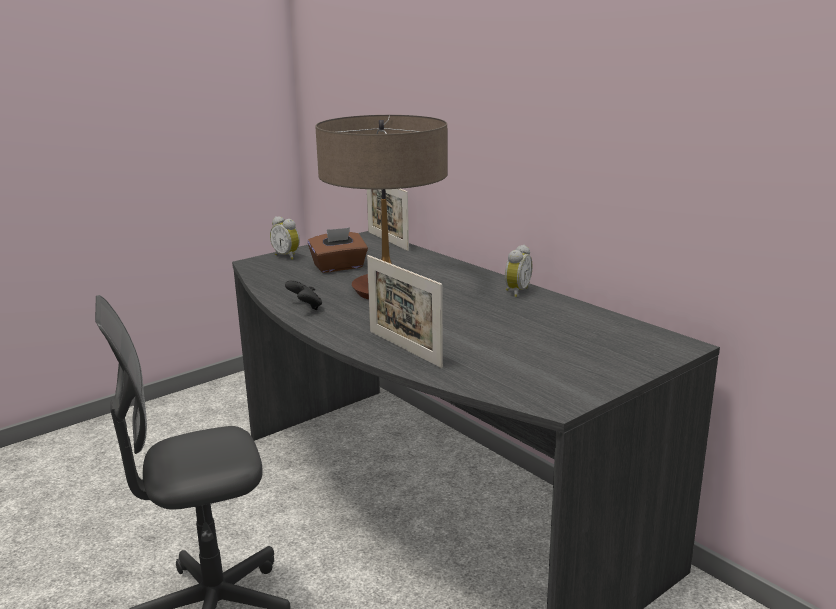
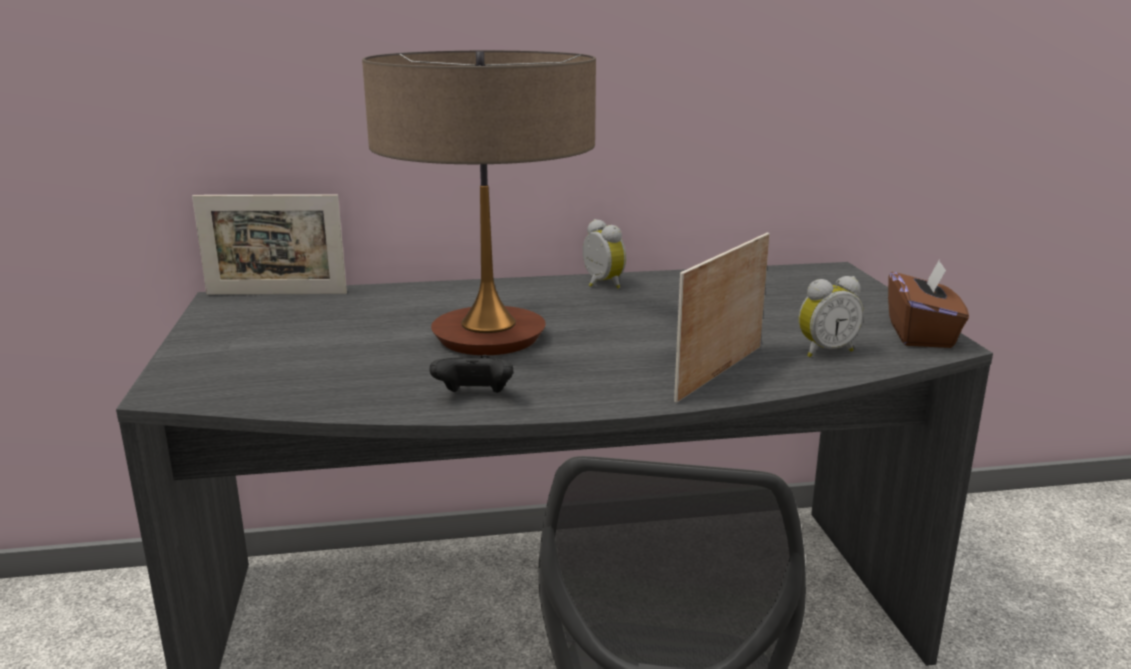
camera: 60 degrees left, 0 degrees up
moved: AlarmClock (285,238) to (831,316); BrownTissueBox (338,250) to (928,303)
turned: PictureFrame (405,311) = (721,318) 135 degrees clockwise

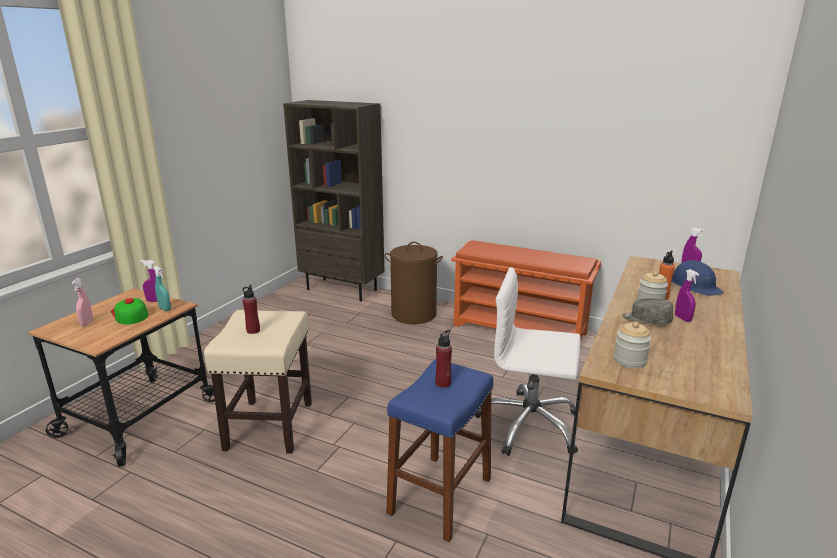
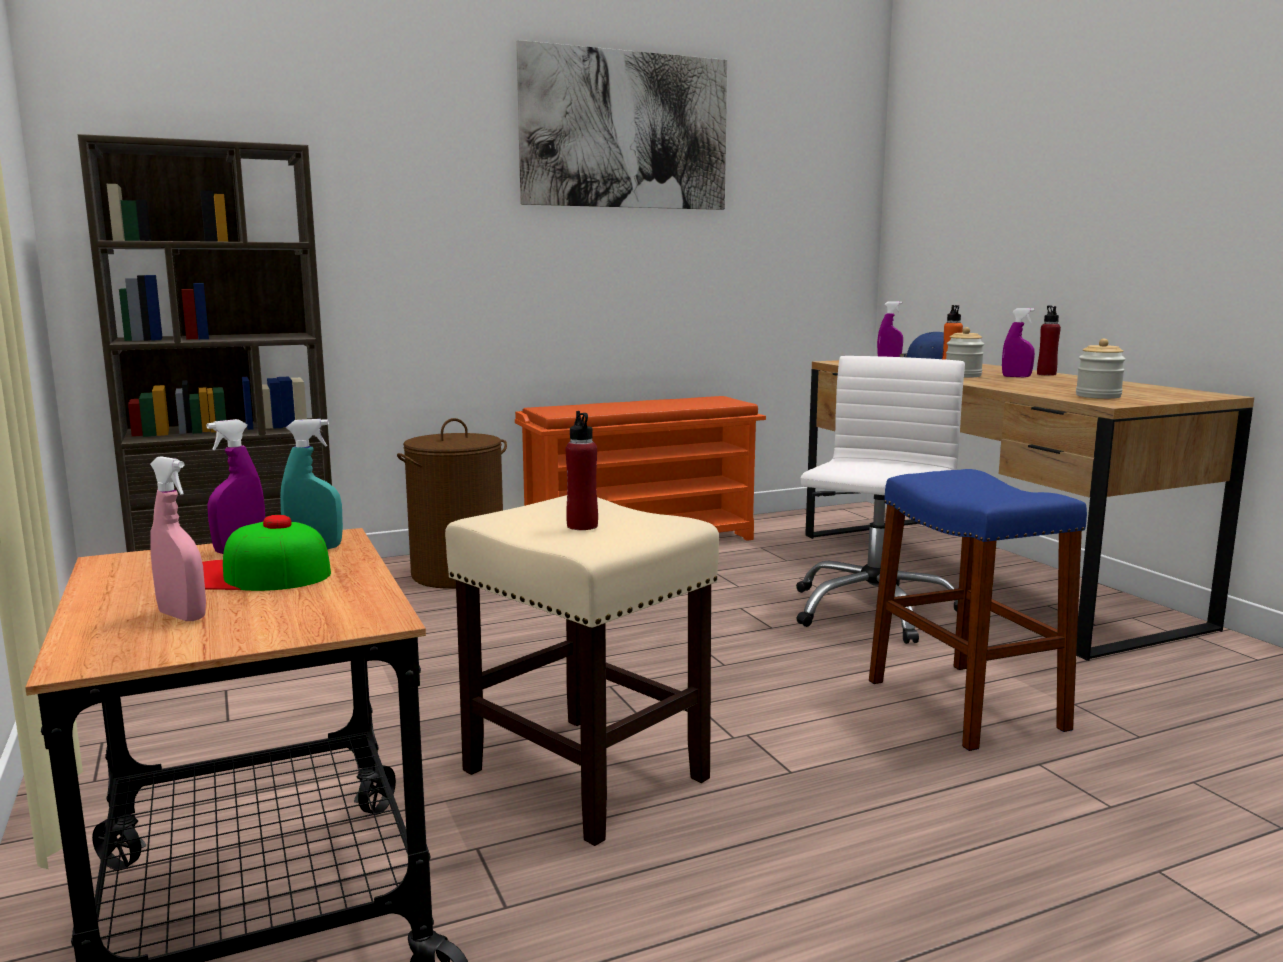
camera: 50 degrees left, 10 degrees down
removed: GreyCap (647,311)
added: Picture (621,125)
moved: RedBottle (443,359) to (1049,341)
turned: WhiteOfficeChair (527,361) = (880,500) 150 degrees clockwise

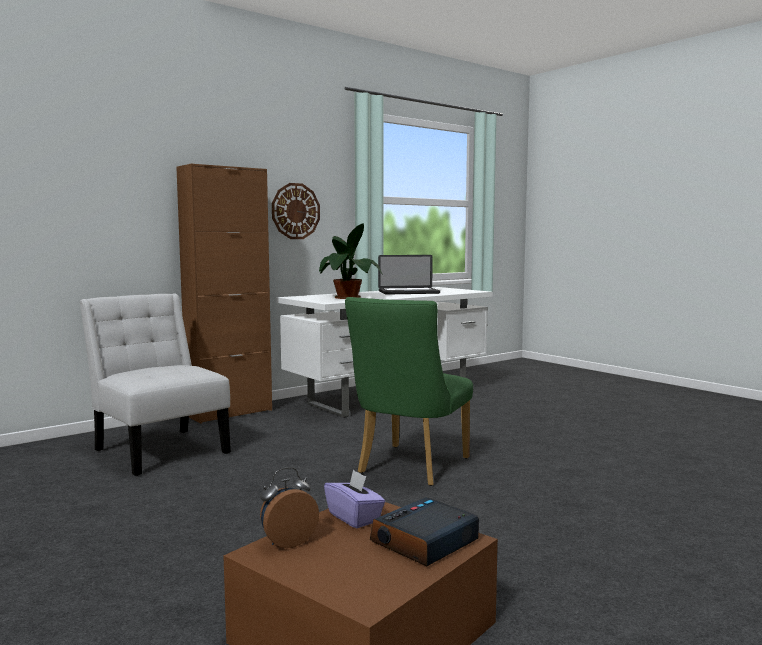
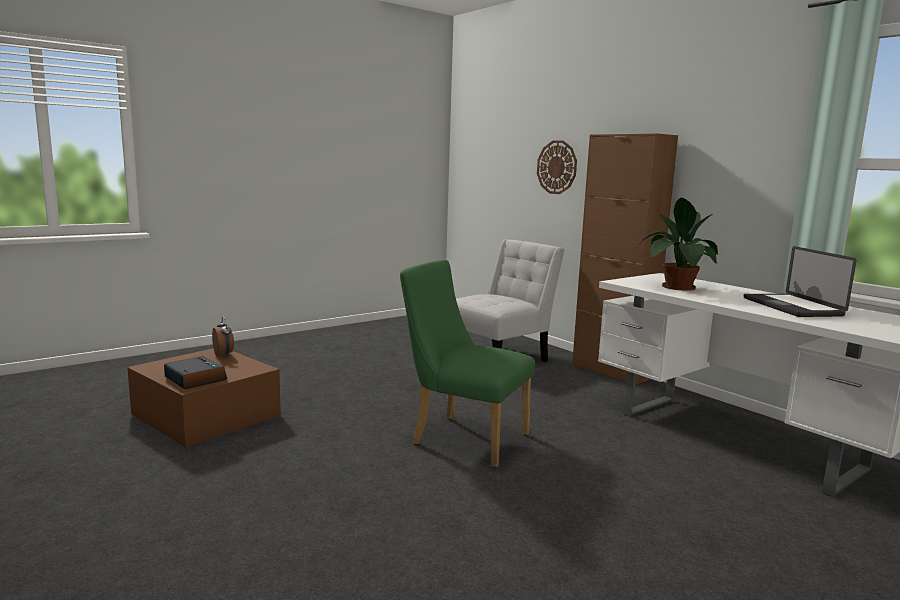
camera: 90 degrees right, 5 degrees up
removed: PurpleTissueBox (355,498)
moved: WallClock (296,211) to (557,167)

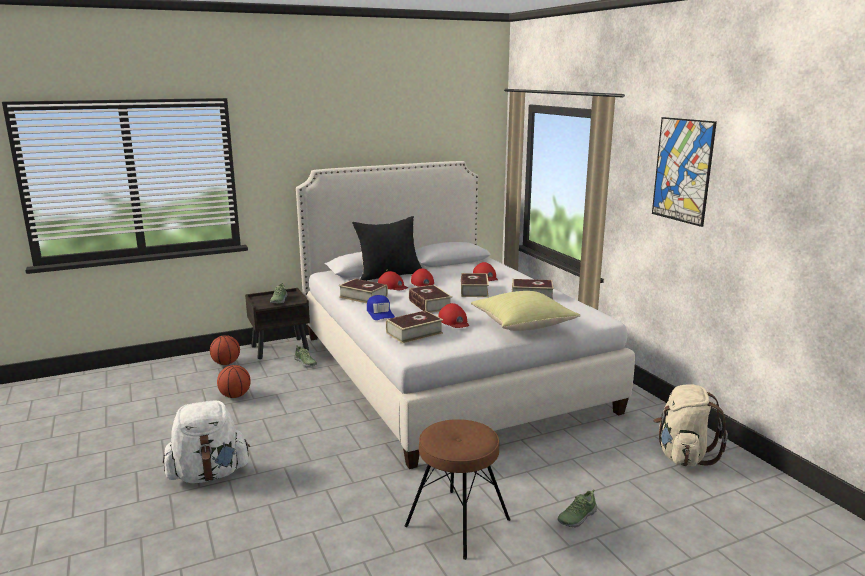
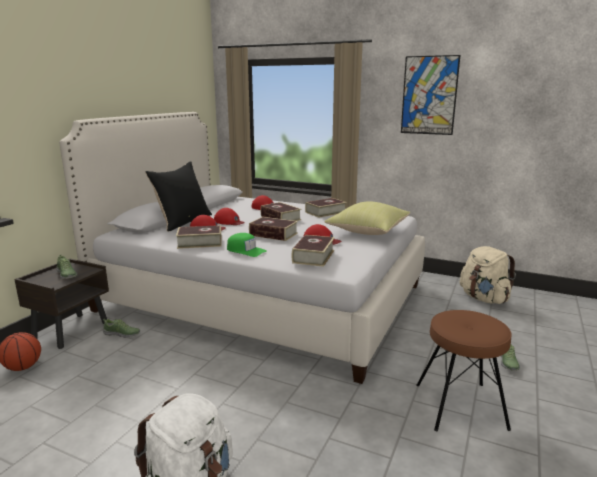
camera: 40 degrees left, 0 degrees up
removed: Basketball (234,381)
recoloured: BlueCap (381,307) to GreenCap (247,245)

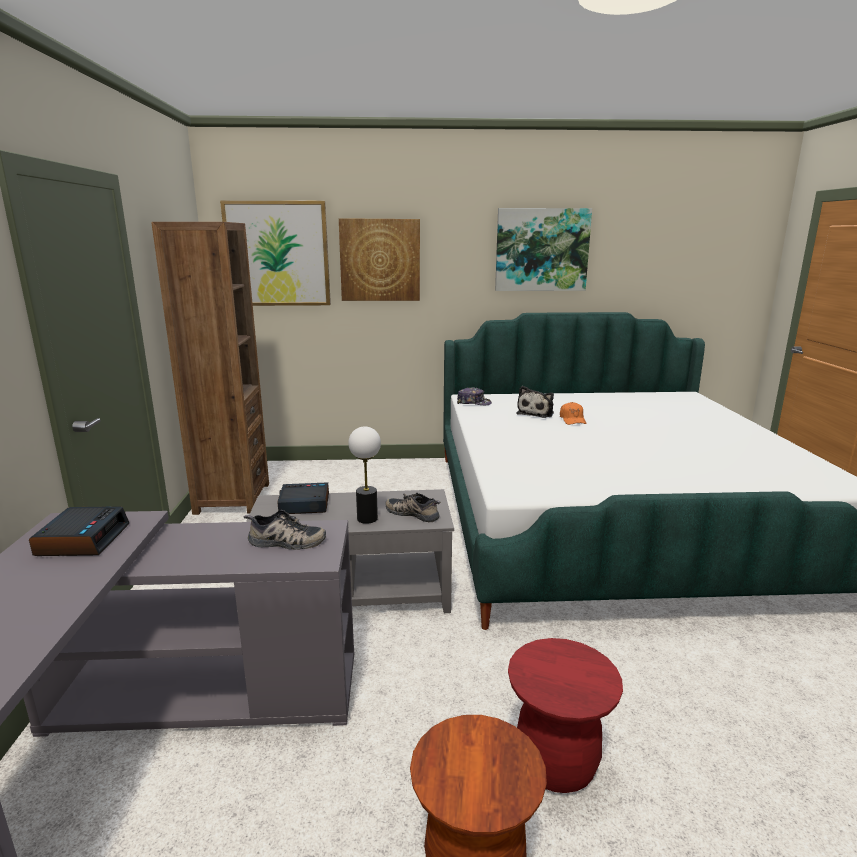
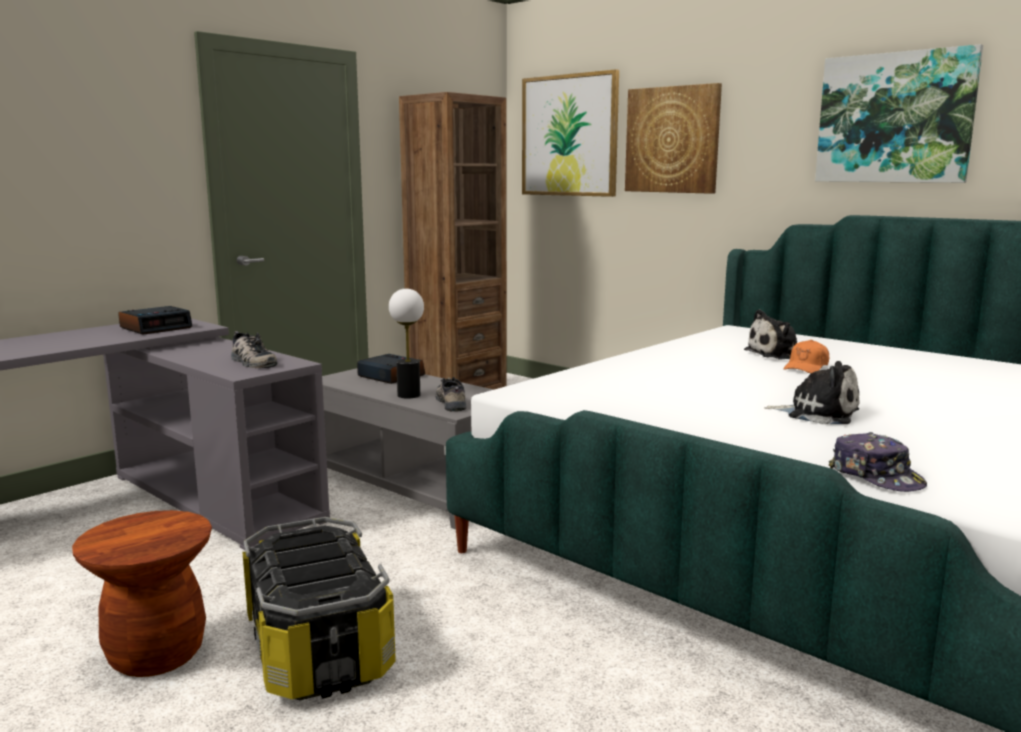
camera: 45 degrees right, 5 degrees down
added: PlushToy (811,392)
moved: Cap (474,396) to (877,462)
replaced: RedStool (565,715) to StorageBox (319,608)

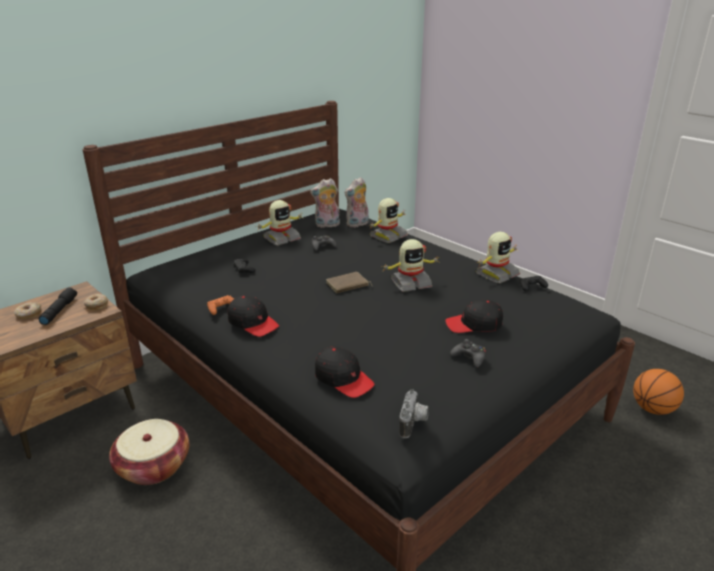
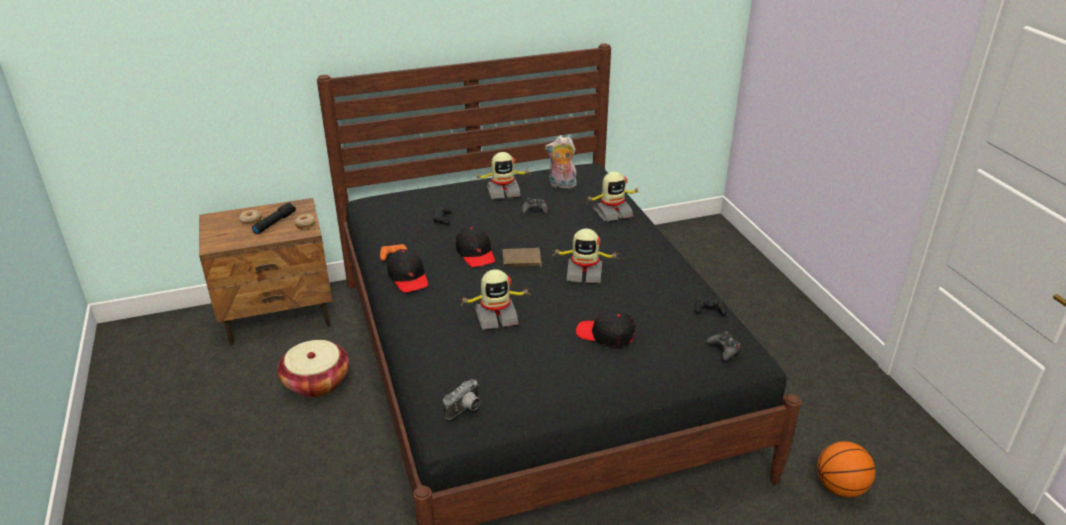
camera: 25 degrees right, 5 degrees up
removed: PlushToy (356,202)
moved: ToyRobot (498,257) to (494,299); BlackGameController (468,353) to (723,346); BlackCap (345,372) to (475,246)

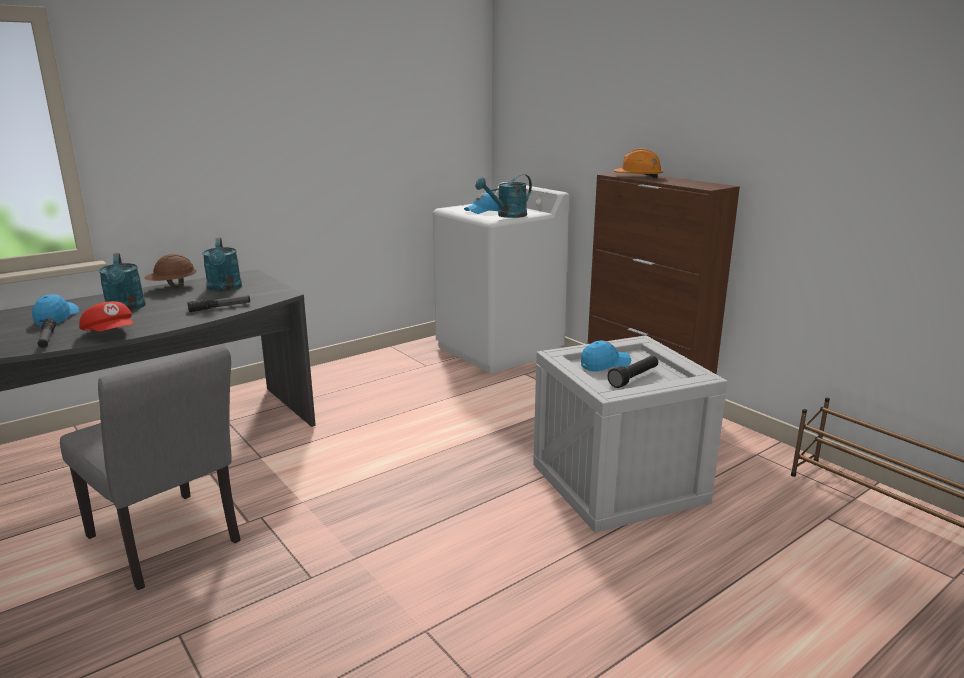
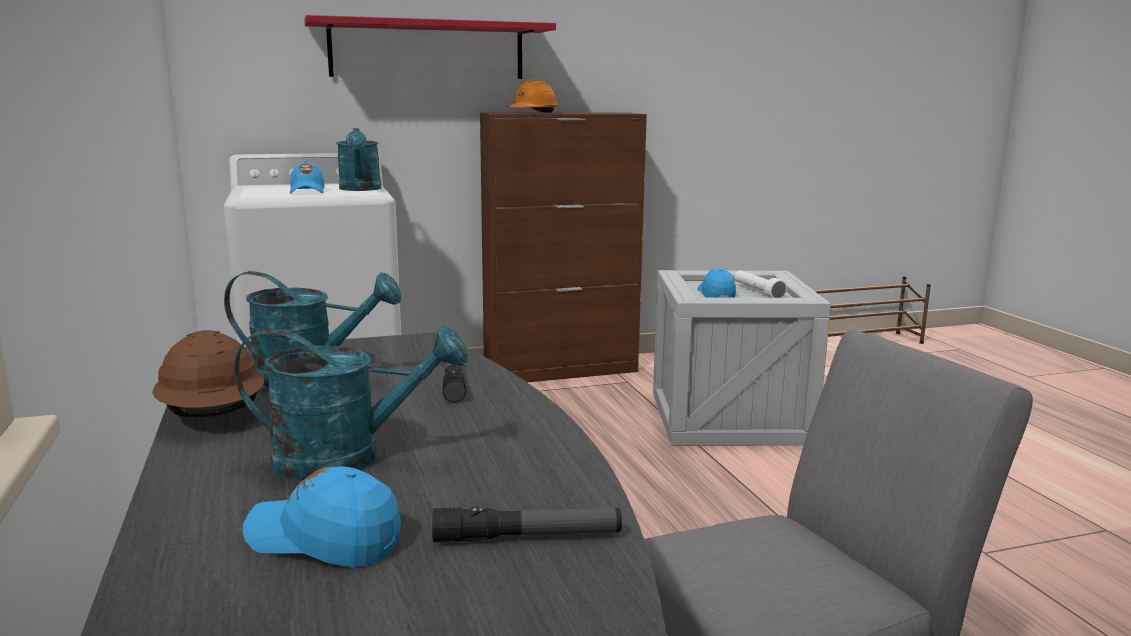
camera: 70 degrees left, 5 degrees down
removed: RedCap (106,316)
added: RedShelf (430,47)
recoloured: BlackFlashlight (632,371) to WhiteFlashlight (760,284)

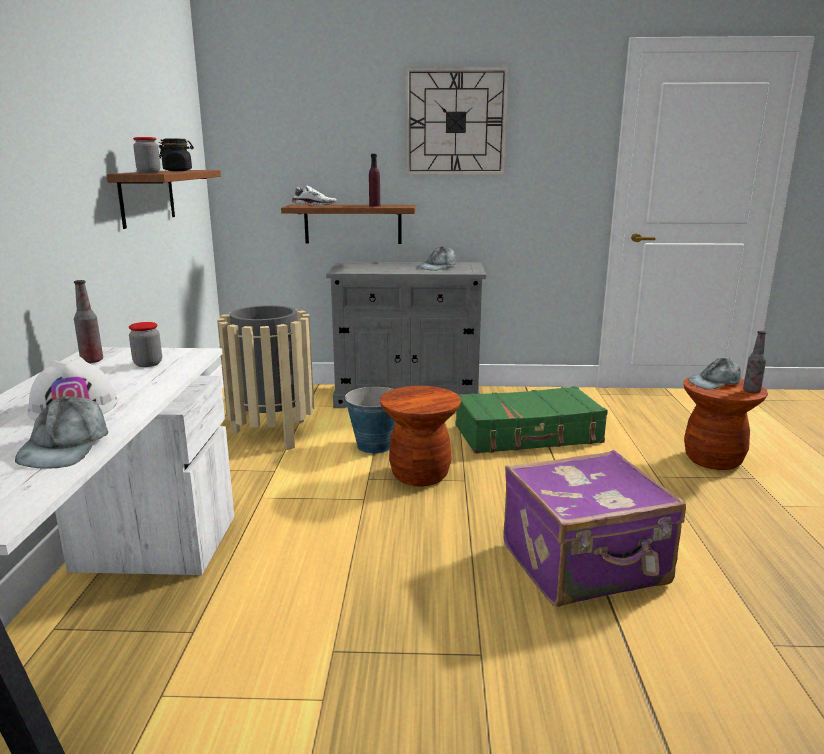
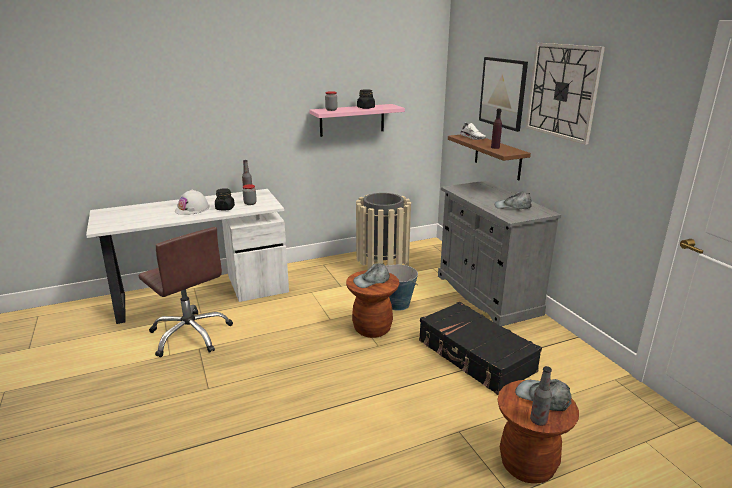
camera: 65 degrees right, 5 degrees up
removed: PurpleSuitcase (595,528)
added: Picture (503,94); BlackJar (225,199); BrownOfficeChair (186,292)
moved: GreyCap (61,432) to (371,275)
recoloured: BrownShelf (163,199) to PinkShelf (357,120); GreenSuitcase (531,420) to BlackSuitcase (480,348)

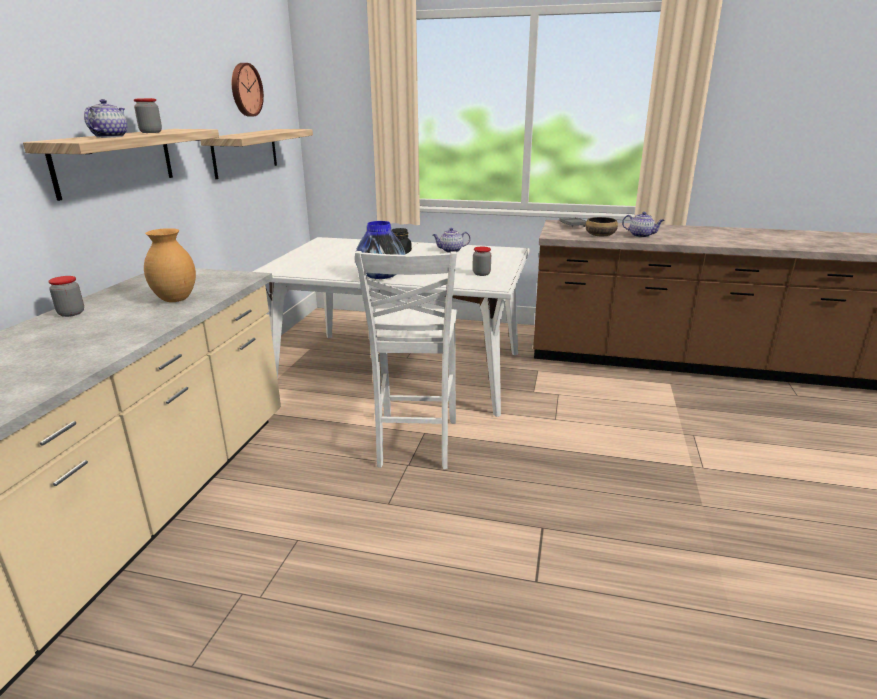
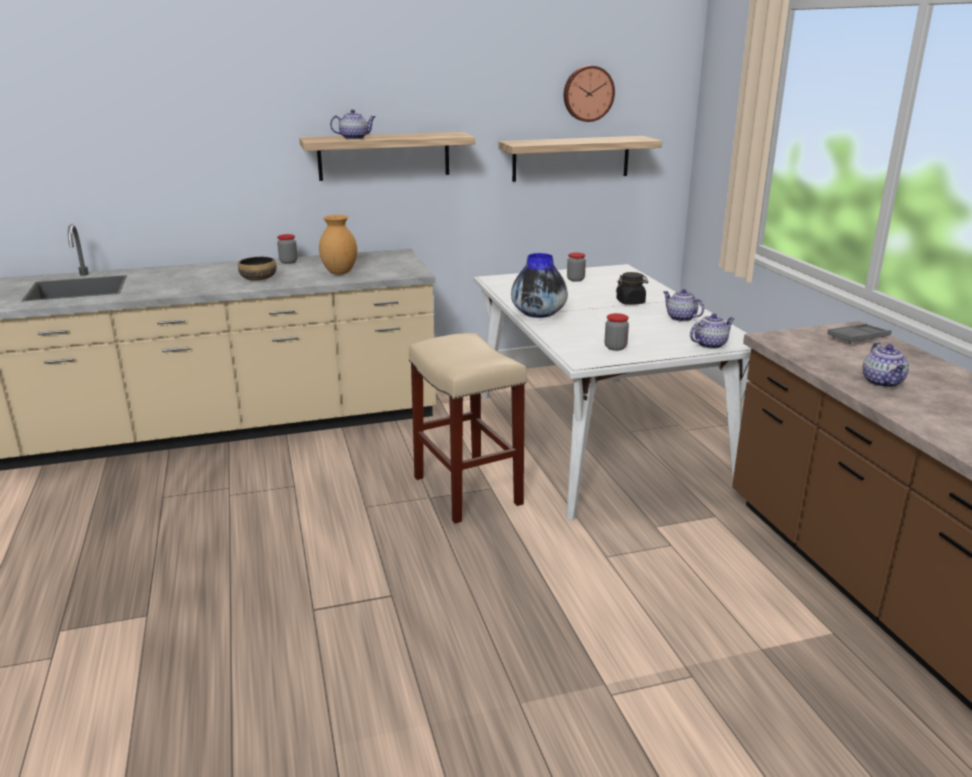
camera: 60 degrees right, 0 degrees up
added: Teapot (712,331)
moved: Jar (148,115) to (576,267); Bowl (601,227) to (257,269)
replaced: WhiteChair (406,360) to BeigeStool (468,428)

